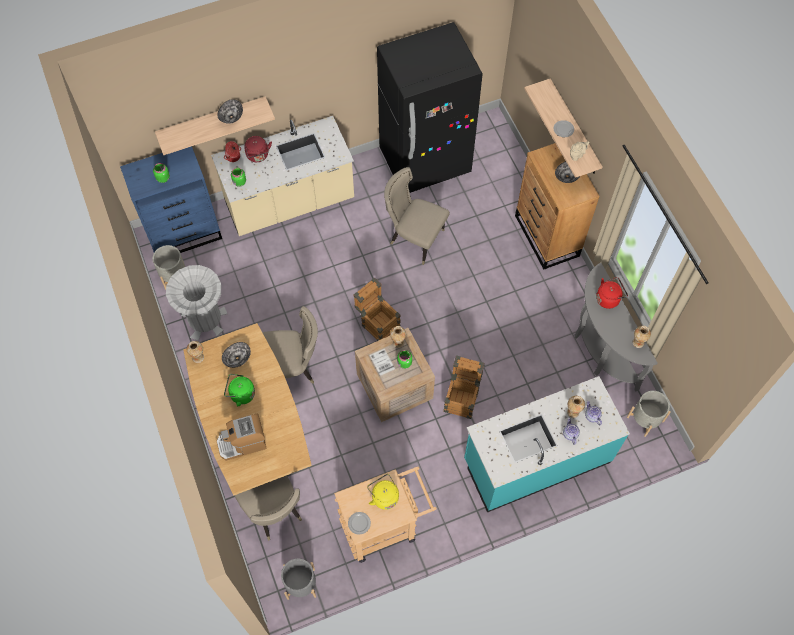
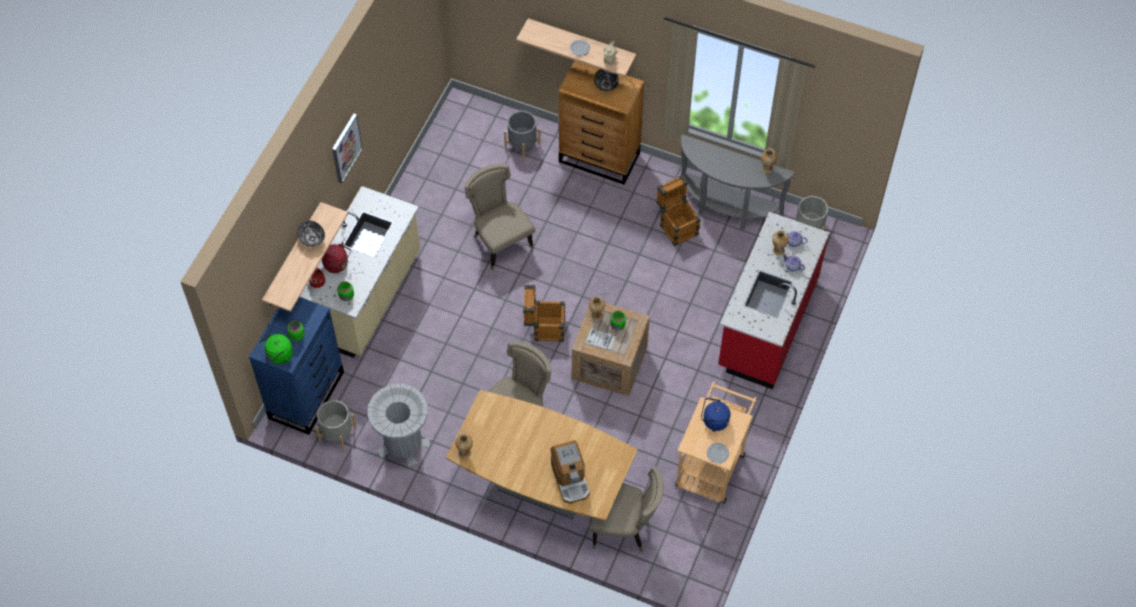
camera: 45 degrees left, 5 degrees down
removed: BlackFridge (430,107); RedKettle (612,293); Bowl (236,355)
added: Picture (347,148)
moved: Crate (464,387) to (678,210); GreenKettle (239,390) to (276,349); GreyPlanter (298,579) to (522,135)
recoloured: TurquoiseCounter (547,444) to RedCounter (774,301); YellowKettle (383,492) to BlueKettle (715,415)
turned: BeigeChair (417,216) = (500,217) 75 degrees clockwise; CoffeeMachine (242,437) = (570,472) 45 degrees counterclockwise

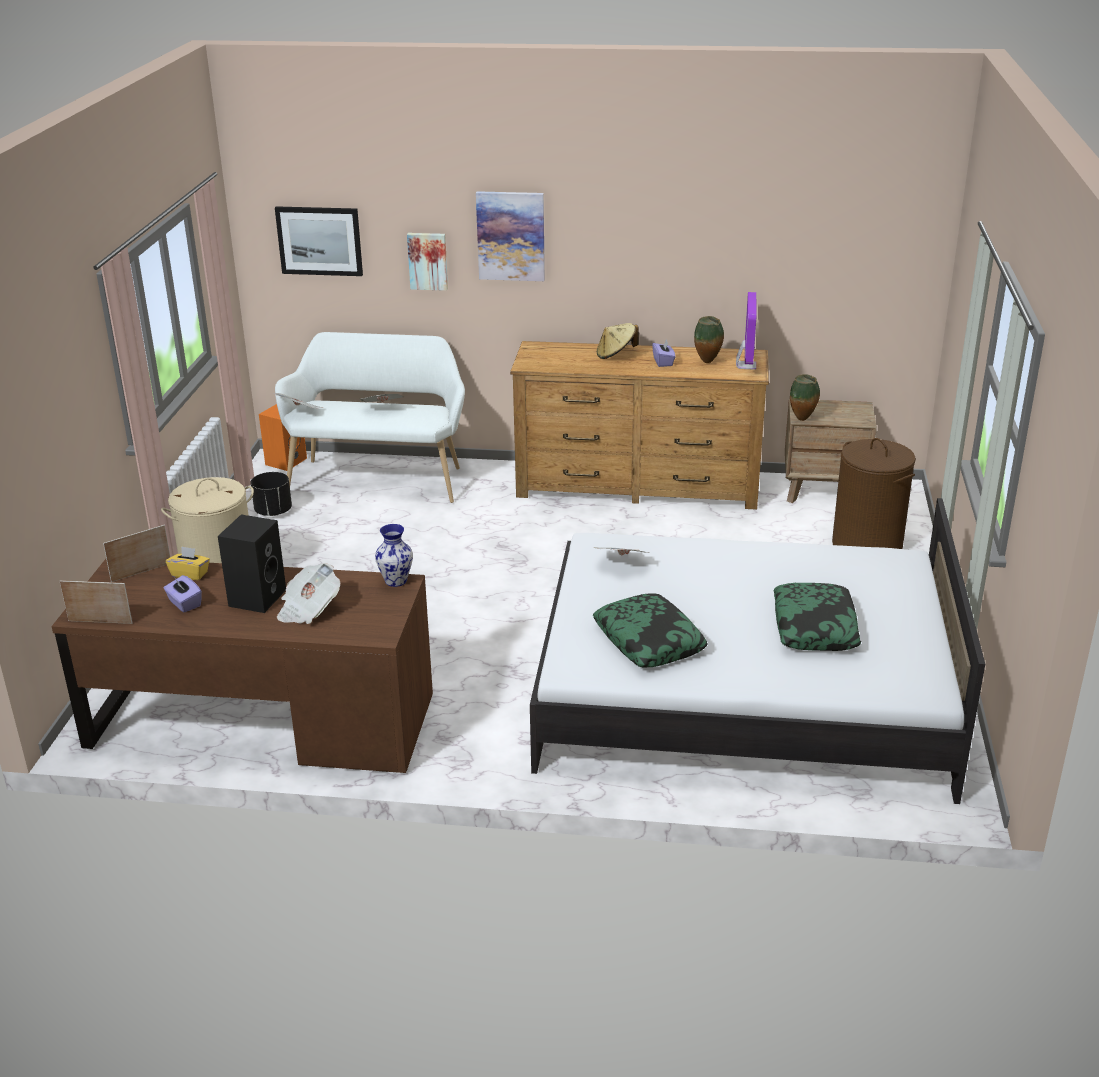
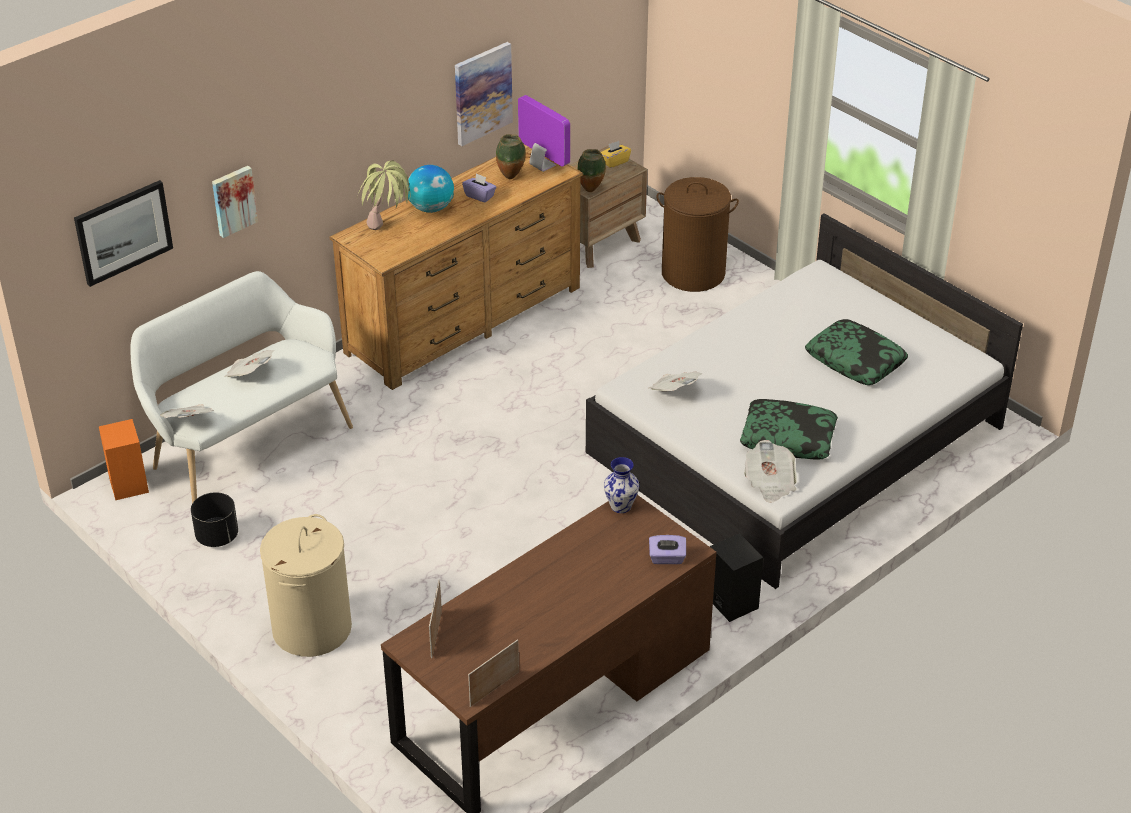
camera: 50 degrees left, 10 degrees up
added: PottedPlant (384,195)
moved: Picture (510,236) to (484,94); BlackSpeaker (252,564) to (736,577); YellowTissueBox (188,563) to (616,154); Newspaper (308,593) to (770,471); PurpleTissueBox (183,593) to (667,549)
replaced: BeigeHat (618,341) to Globe (431,189)

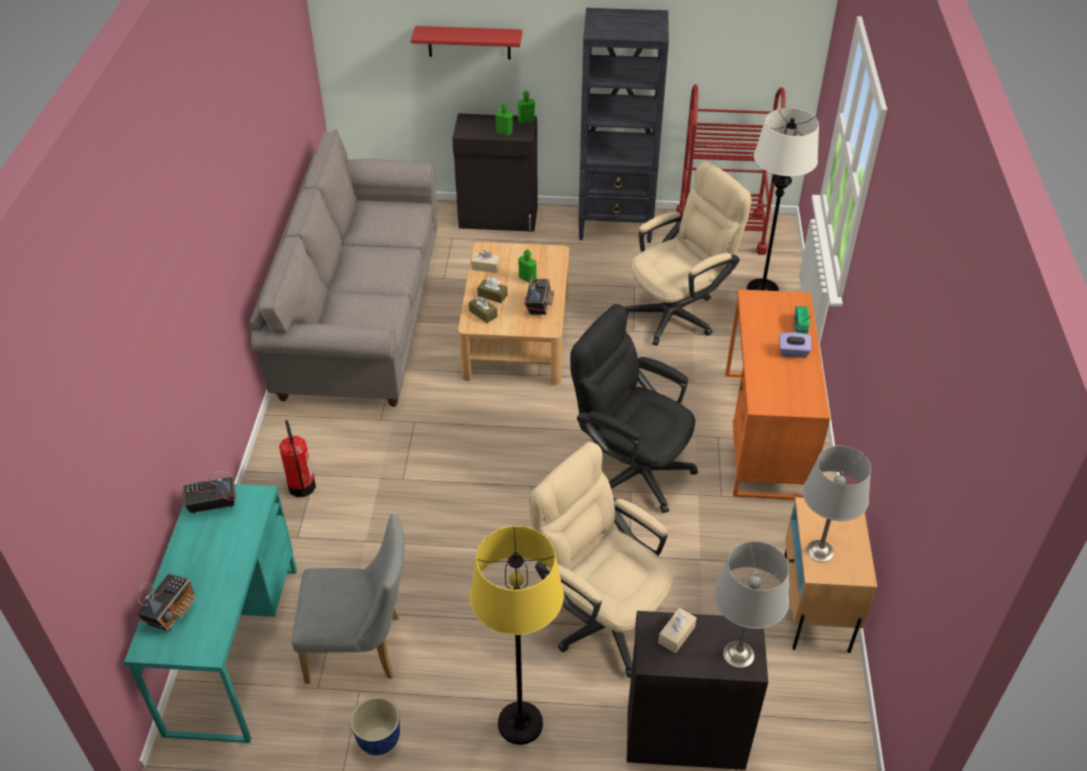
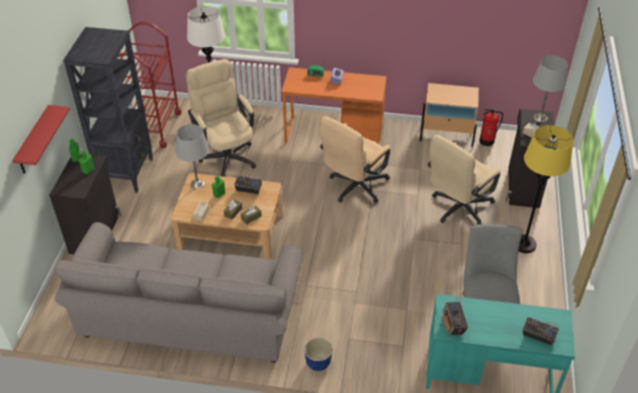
camera: 85 degrees left, 0 degrees up
moved: FireExtinguisher (297,458) to (491,127); GreyTableLamp (837,504) to (192,156); Planter (375,726) to (318,354)
recoloured: BlackOfficeChair (634,408) to BeigeOfficeChair (355,159)

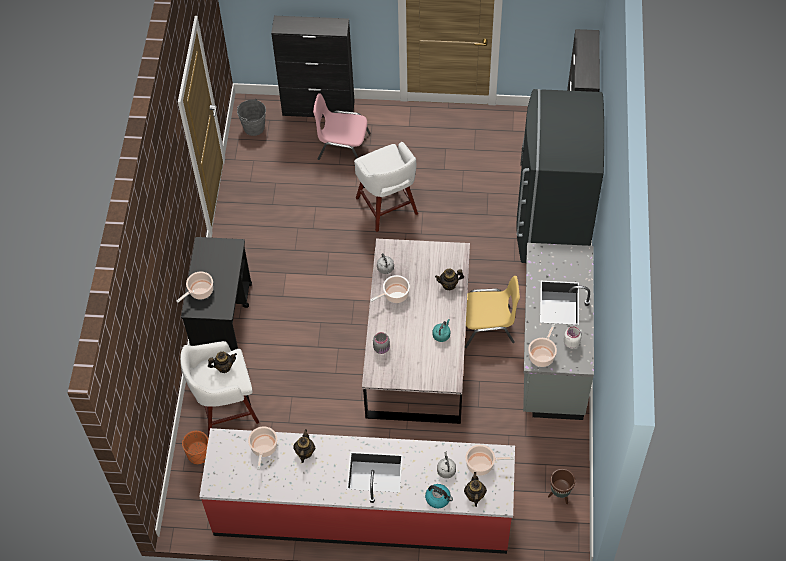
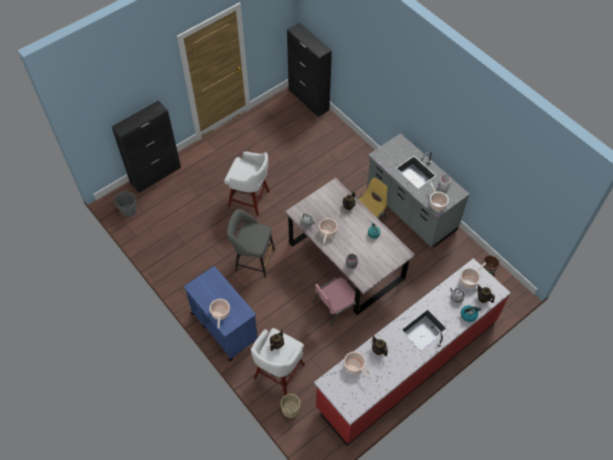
camera: 45 degrees left, 0 degrees up
removed: GreyFridge (560,176)
added: GreyStool (251,243)
moved: PinkChair (341,126) to (336,302)
recoloured: BlackCart (216,294) to BlueCart (221,313); OrangePlanter (195,448) to BeigePlanter (290,406)

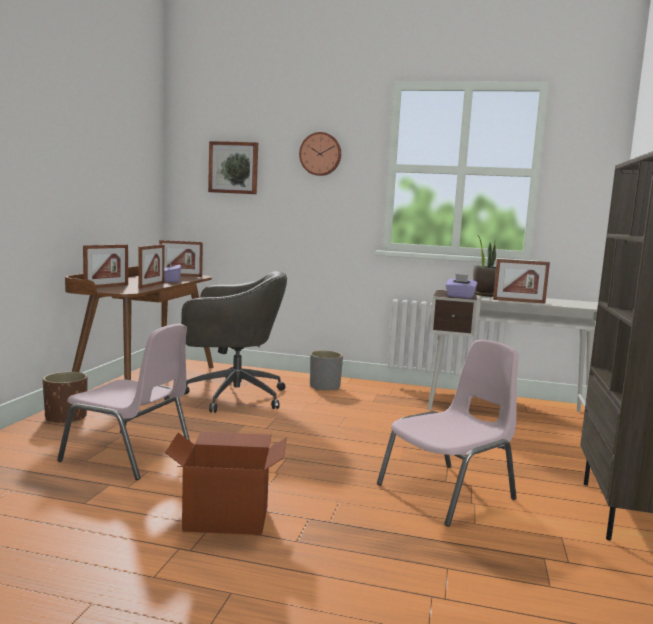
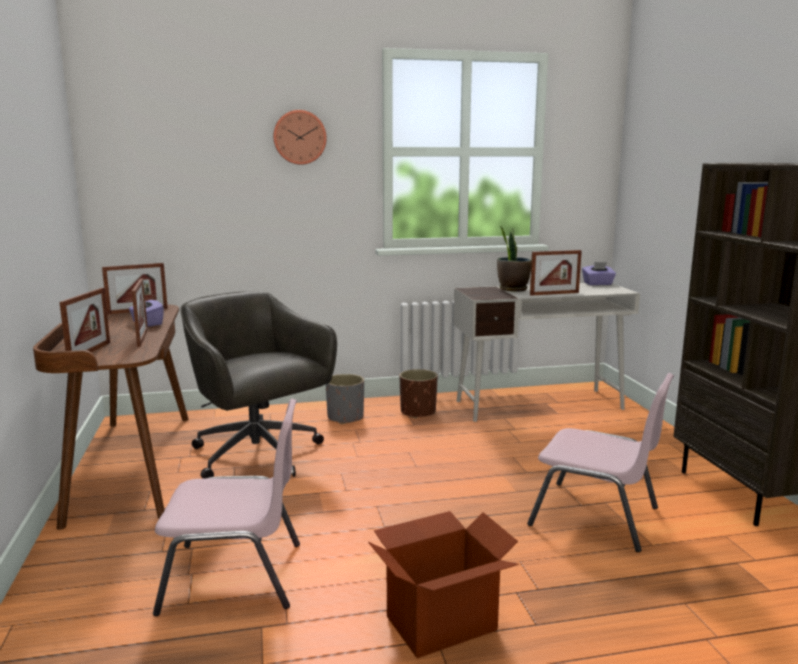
camera: 25 degrees left, 5 degrees up
removed: Picture (233,167)
moved: PurpleTissueBox (461,286) to (599,273); BrownPlanter (65,397) to (419,394)
turned: GreyOfficeChair (234,342) = (258,385) 105 degrees counterclockwise; PinkChair (448,433) = (600,462) 90 degrees clockwise

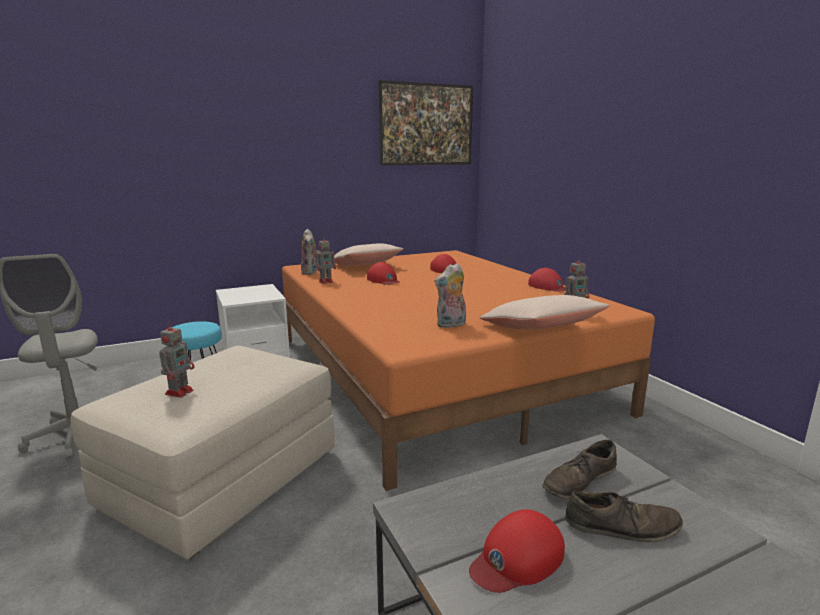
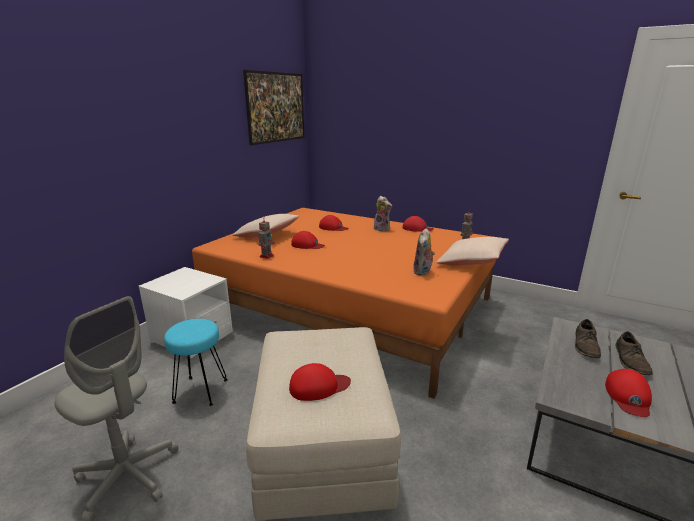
camera: 35 degrees left, 5 degrees up
moved: PlushToy (310,252) to (383,214)
replaced: ToyRobot (176,359) to RedCap (320,382)
turned: BrownShoe (624,516) = (634,353) 135 degrees clockwise

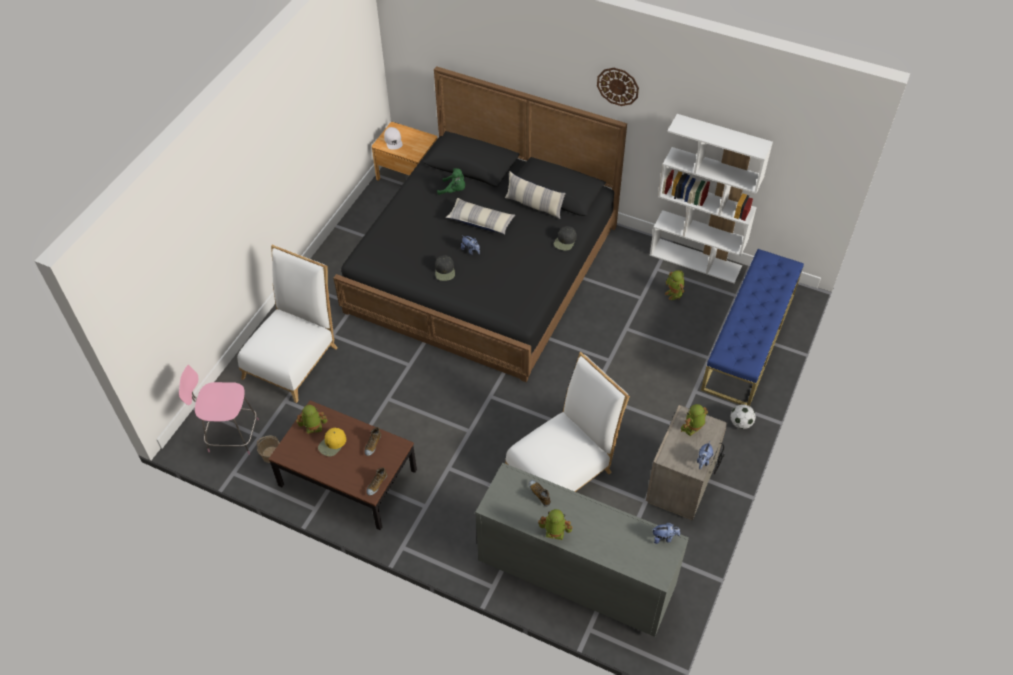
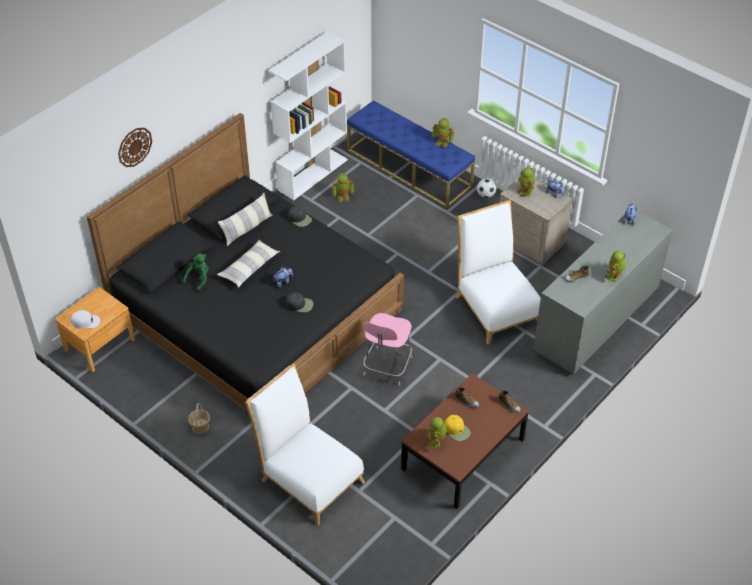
camera: 75 degrees left, 5 degrees down
added: ToyRobot (443,133)
moved: WallClock (618,87) to (135,147); PinkChair (219,410) to (387,349); Basket (268,449) to (199,418)

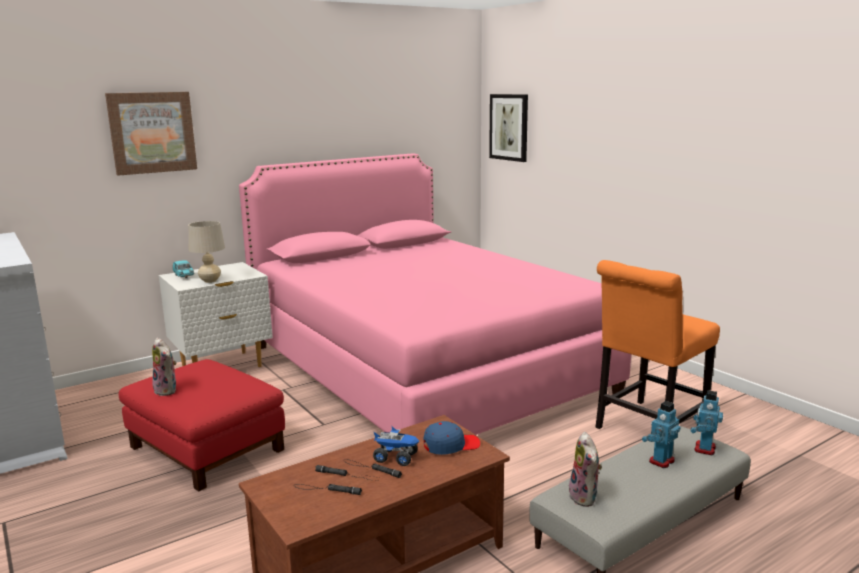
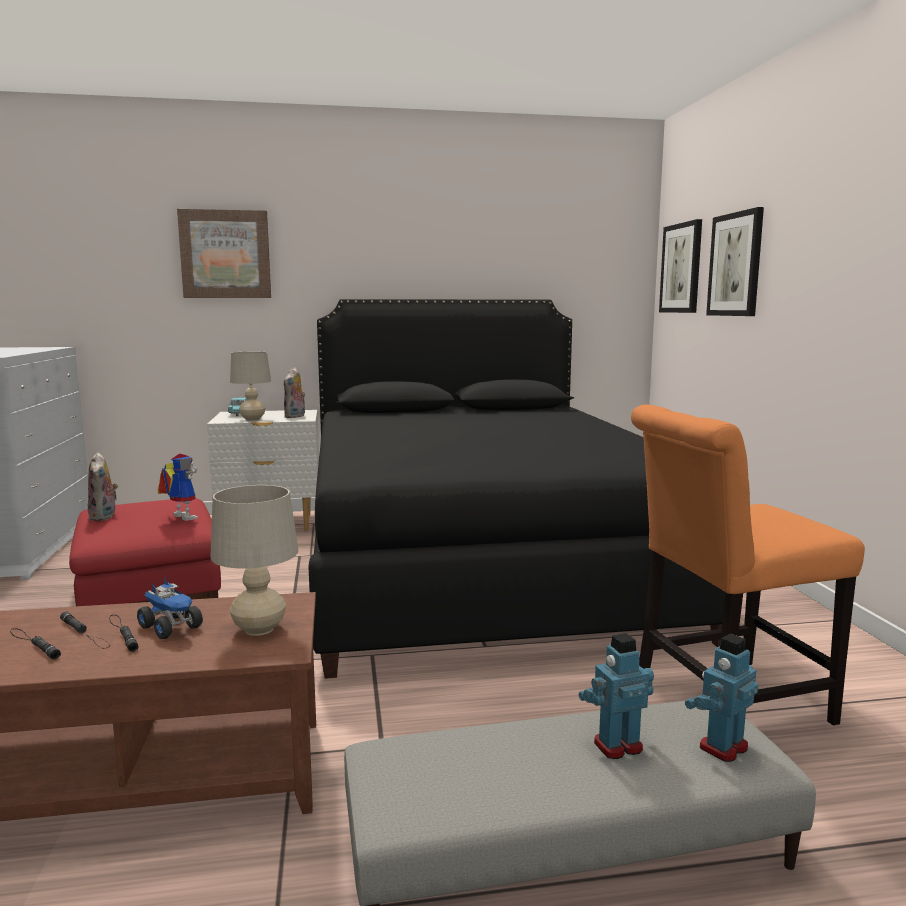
camera: 25 degrees right, 5 degrees down
added: Picture (735,261); ToyRobot (178,487)
moved: PlushToy (585,469) to (294,393)
replaced: BlueCap (452,438) to BeigeTableLamp (254,560)
recoloured: PinkBed (435,294) to BlackBed (517,489)

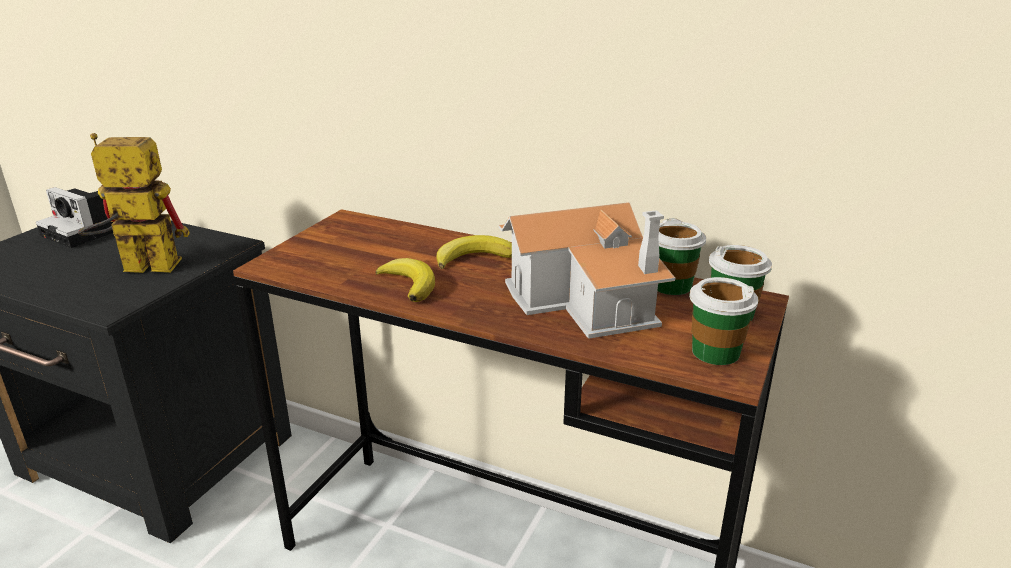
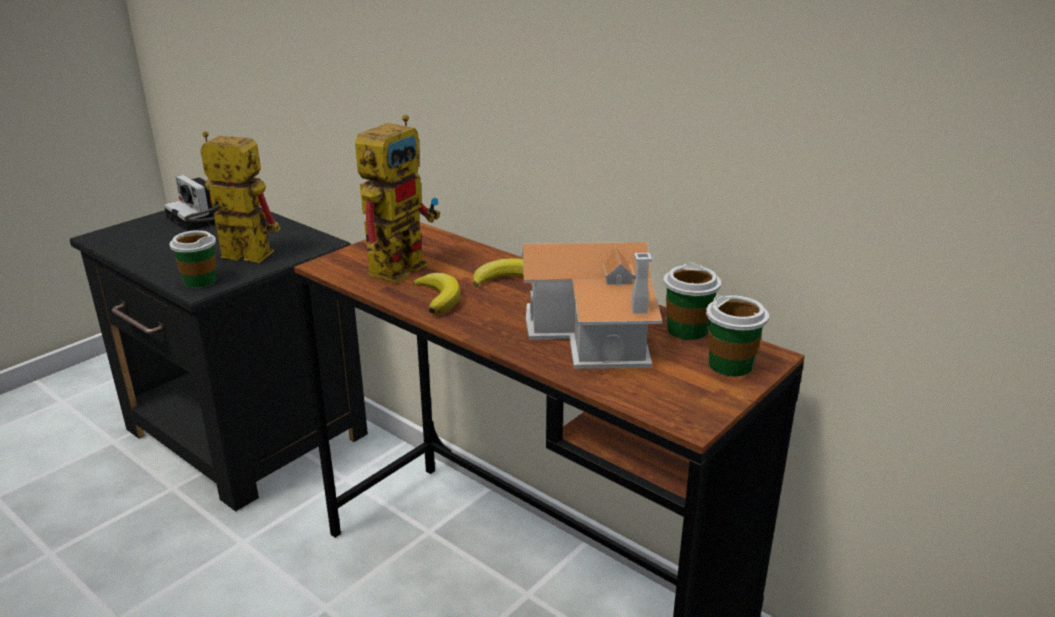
camera: 15 degrees right, 0 degrees up
added: ToyRobot (398,199)
moved: Cup (724,321) to (193,259)

